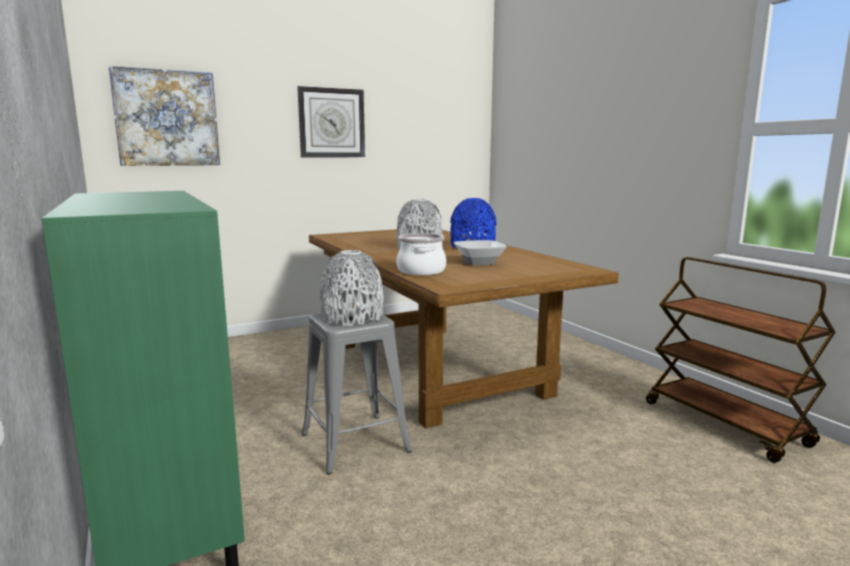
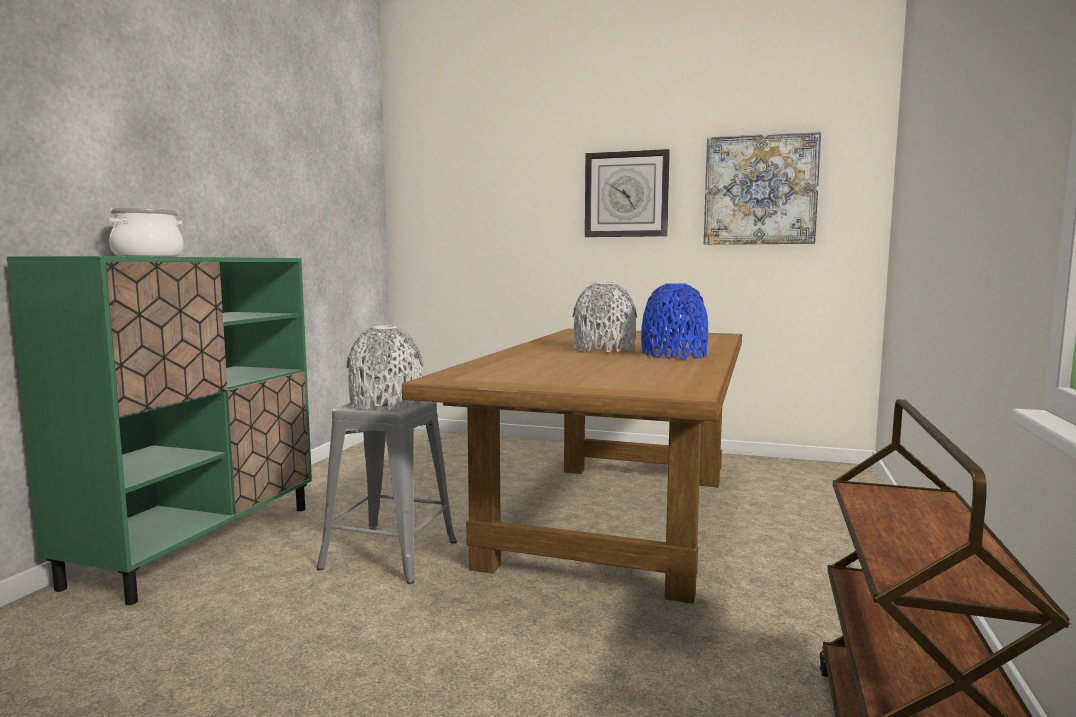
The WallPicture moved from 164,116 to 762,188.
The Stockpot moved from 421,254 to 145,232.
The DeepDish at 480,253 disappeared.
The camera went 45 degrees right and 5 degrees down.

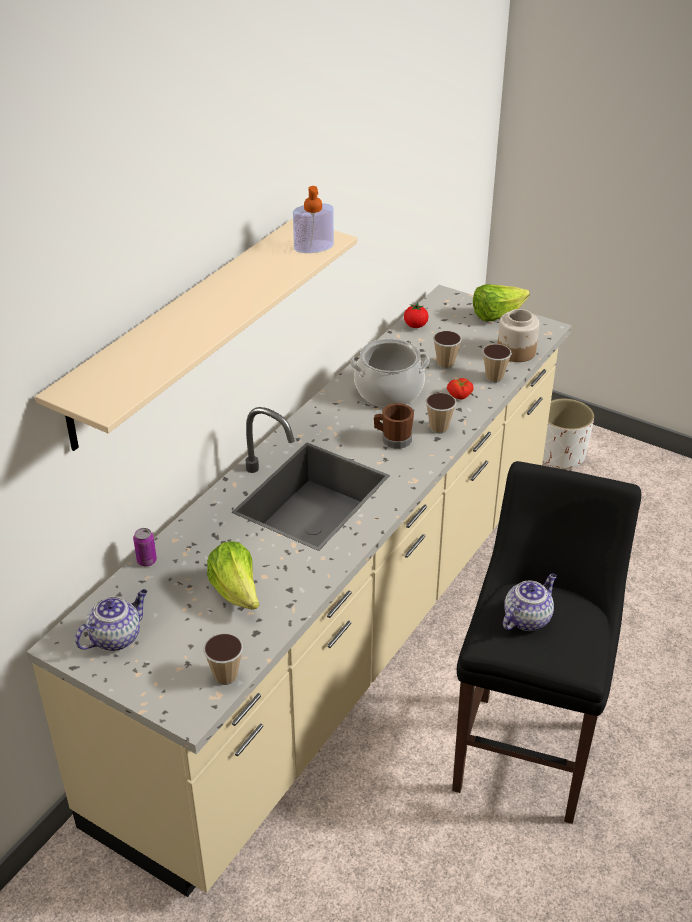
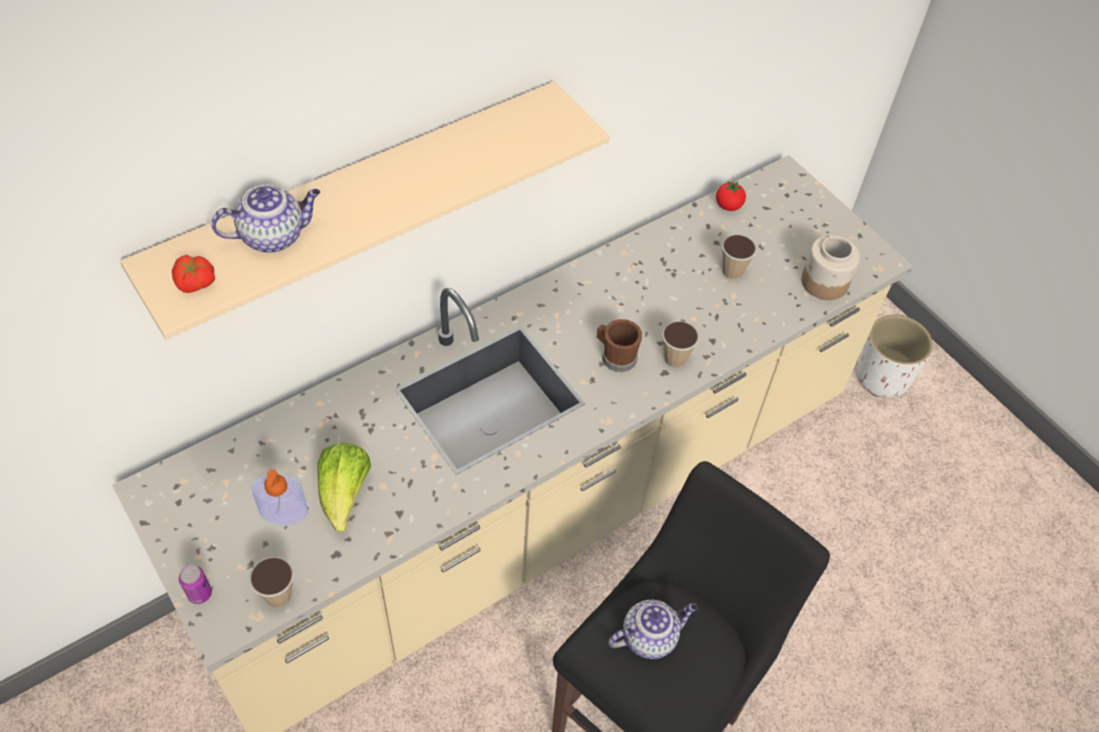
The Teapot moved from 111,620 to 265,218.
The MetalCan moved from 145,547 to 195,584.
The SoapDispenser moved from 313,219 to 280,497.
The Stockpot at 390,373 disappeared.
The Tomato moved from 460,389 to 193,274.
The LettuceHead at 501,302 disappeared.
The Cup at 497,363 disappeared.
The camera went 20 degrees right and 15 degrees up.

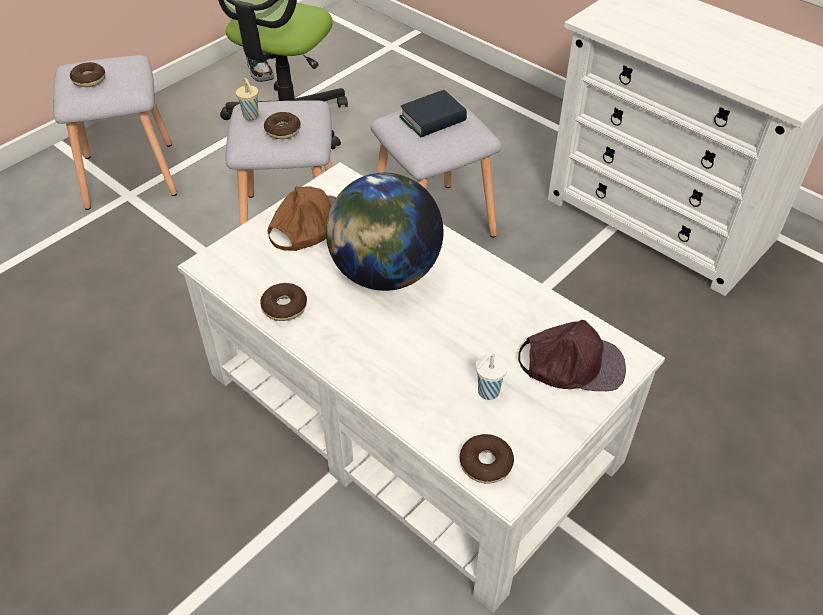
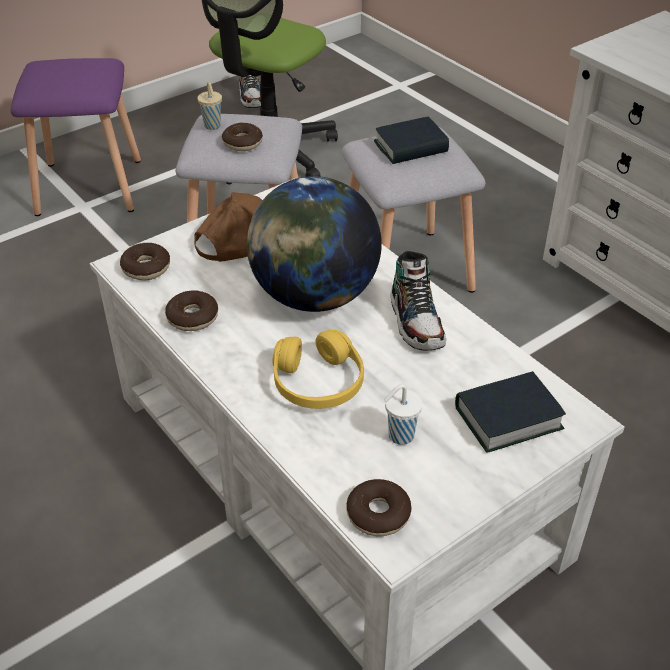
The GraySittingStool at 115,132 became the PurpleSittingStool at 76,137.
The RingDoughnut moved from 87,74 to 145,262.
The BrownBaseballCap at 572,355 was replaced by the Volume at 510,412.
The YellowishHeadset at 318,369 appeared.
The LowShoe at 418,301 appeared.
The camera went 10 degrees right and 5 degrees down.

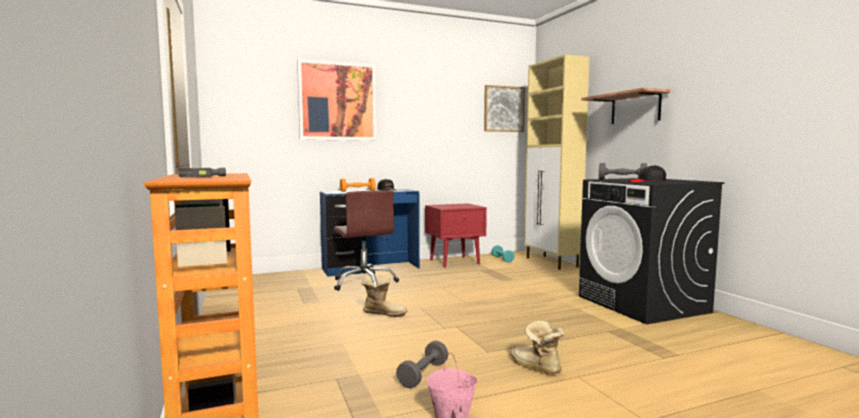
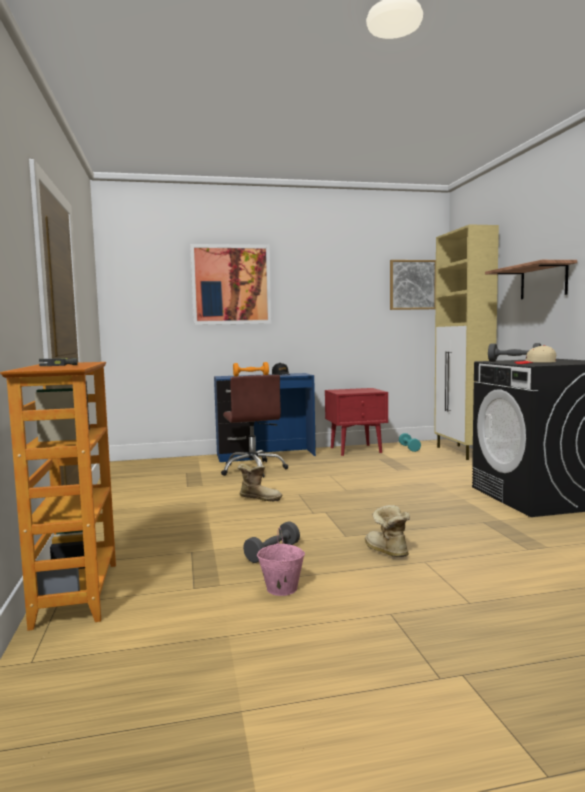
The BlackColouredBaseballCap at 646,173 became the BeigeBaseballCap at 535,354.
The camera went 10 degrees right and 0 degrees up.

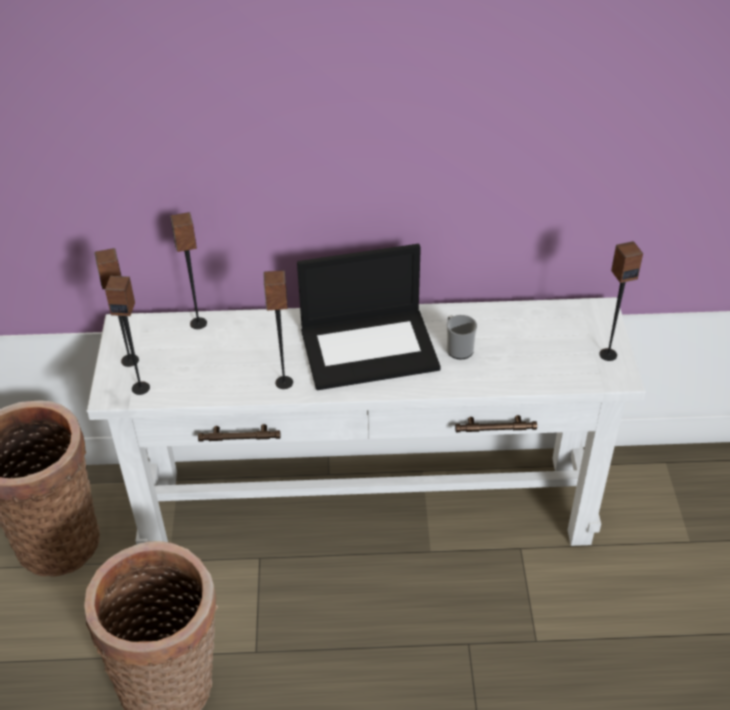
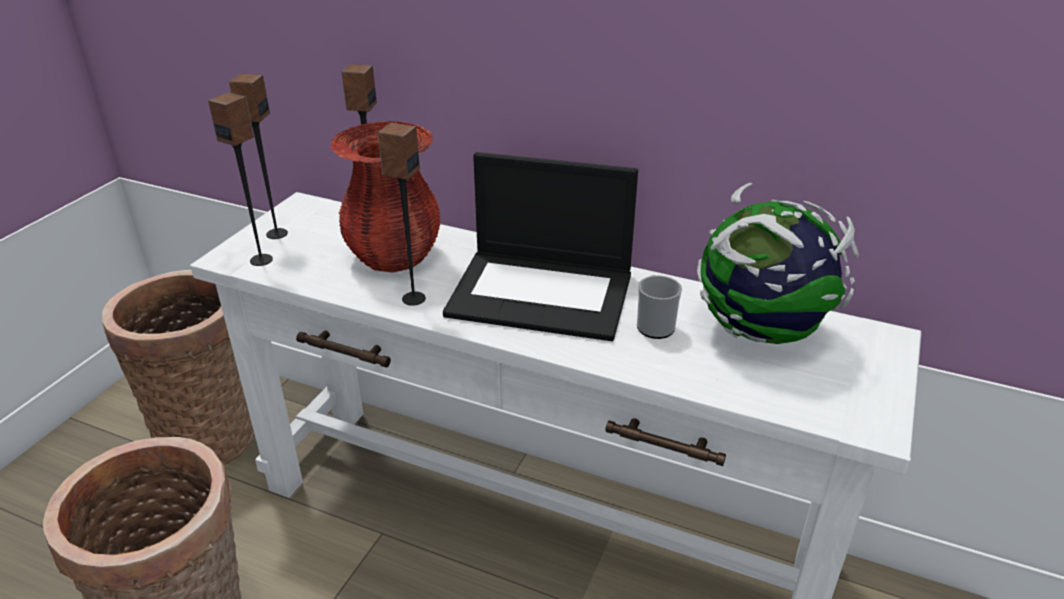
The Speaker at 621,301 disappeared.
The ReddishFlowerVase at 385,197 appeared.
The Globe at 778,263 appeared.
The camera went 25 degrees right and 10 degrees down.

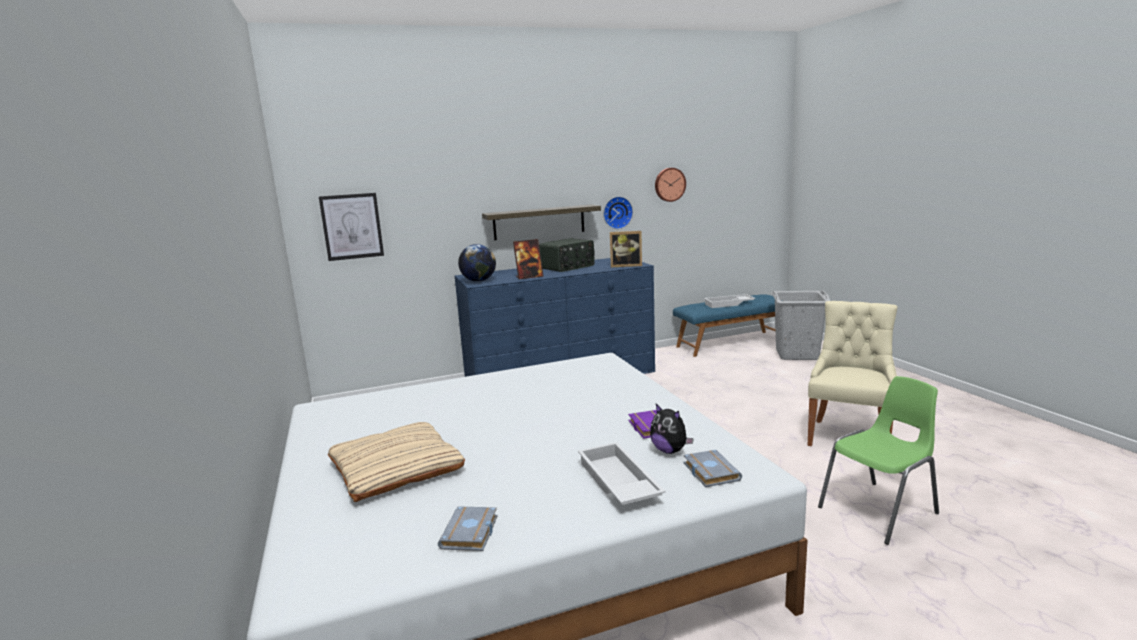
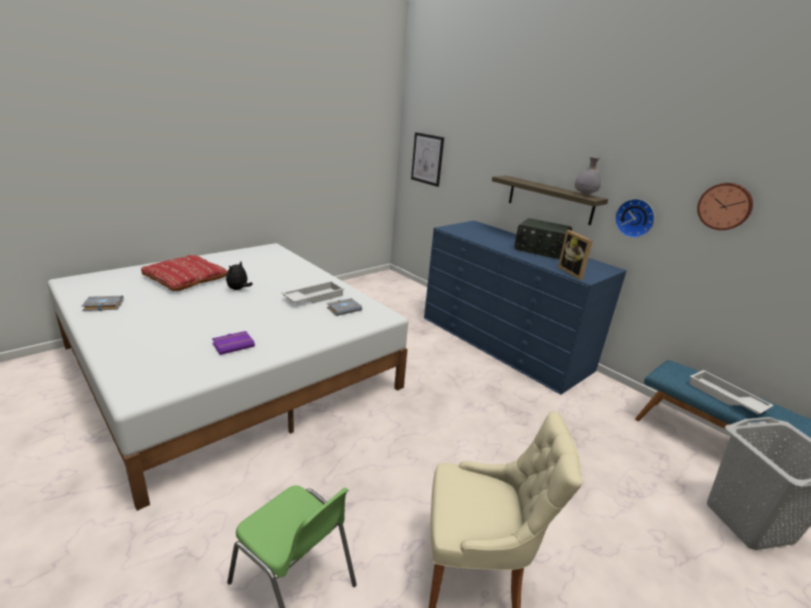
The BeigeThrowPillow at 396,462 became the ReddishThrowPillow at 184,273.
The Globe at 477,263 disappeared.
The PhotoFrame at 528,259 disappeared.
The WhiteColouredServingTray moved from 622,473 to 313,292.
The SoftToy moved from 672,429 to 239,276.
The GrayVolume moved from 712,468 to 344,307.
The GrayFlowerVase at 587,176 appeared.
The camera went 65 degrees right and 10 degrees up.

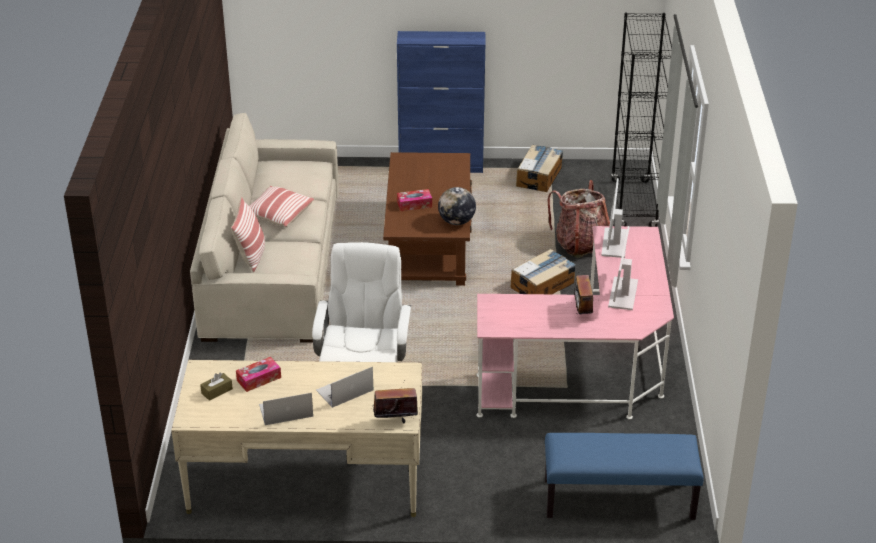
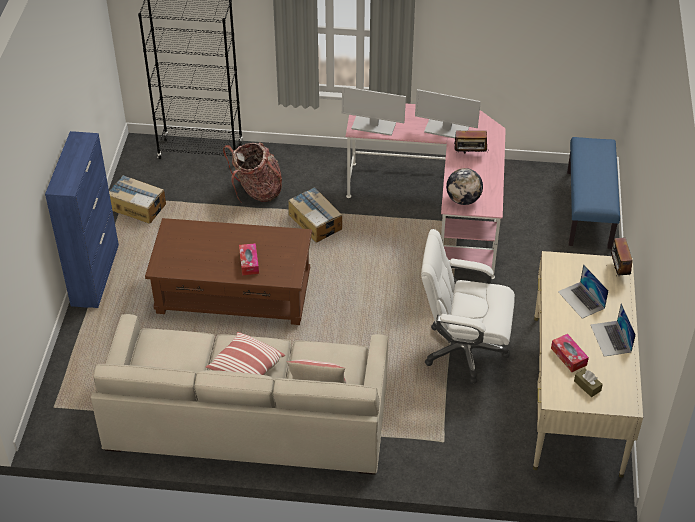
The Globe moved from 457,206 to 464,186.
The camera went 85 degrees left and 10 degrees up.

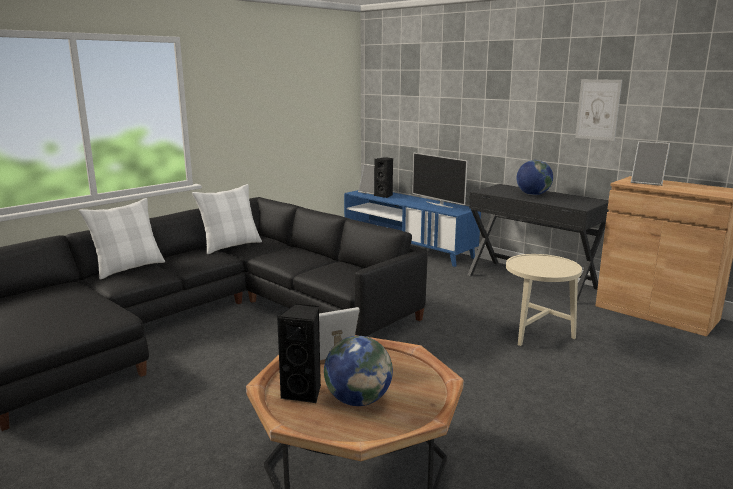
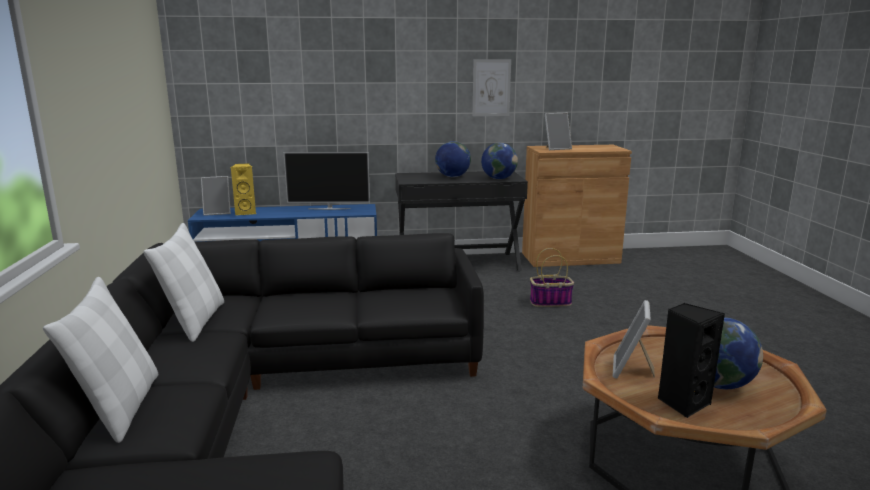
The BlackColouredSpeaker at 383,177 became the YellowishSpeaker at 243,189.
The BeigeEndTable at 544,300 was replaced by the StorageBasket at 552,277.
The Globe at 499,161 appeared.
The camera went 50 degrees left and 0 degrees up.

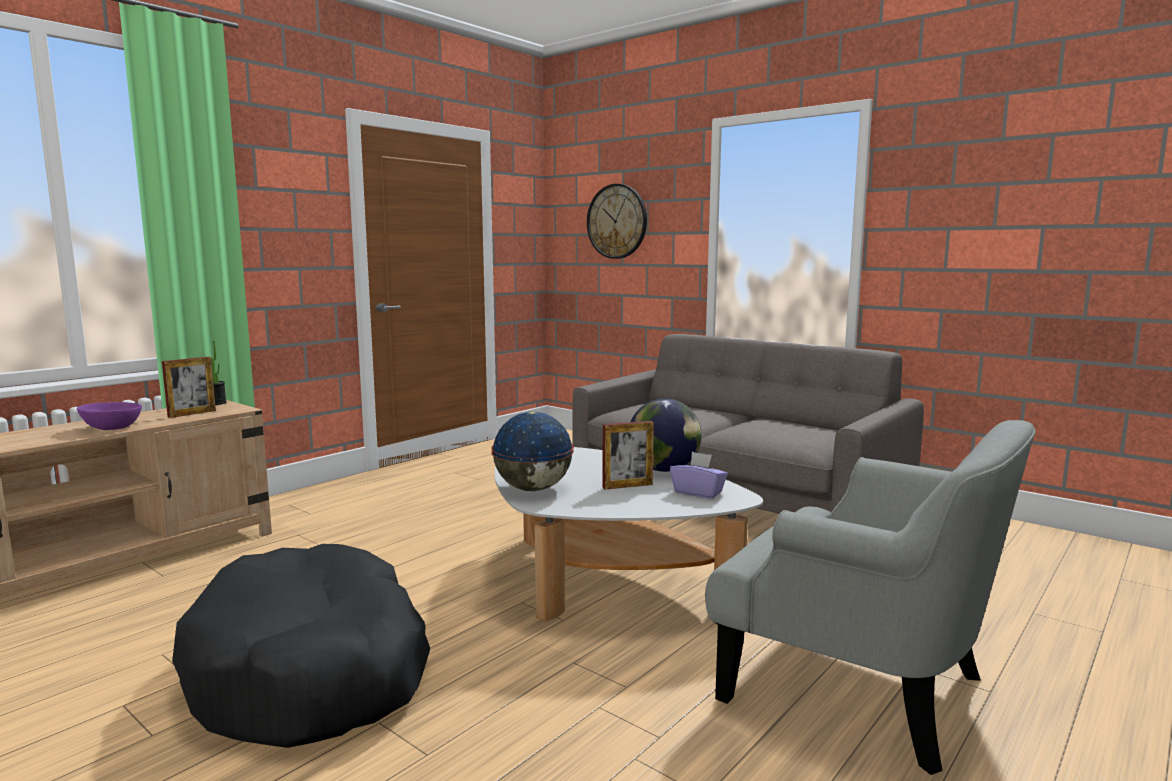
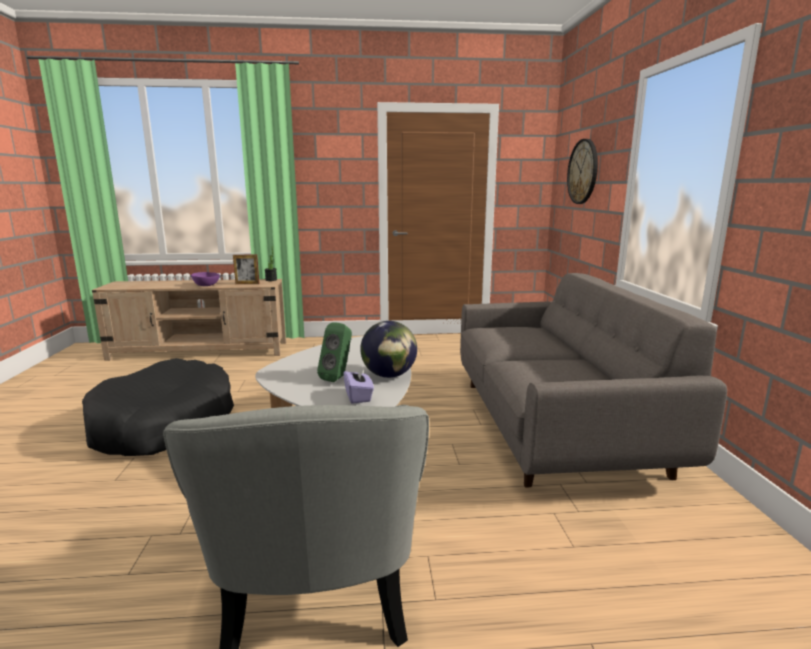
The Globe at 532,451 disappeared.
The PhotoFrame at 628,455 was replaced by the GreenColouredSpeaker at 334,352.
The camera went 45 degrees right and 5 degrees up.

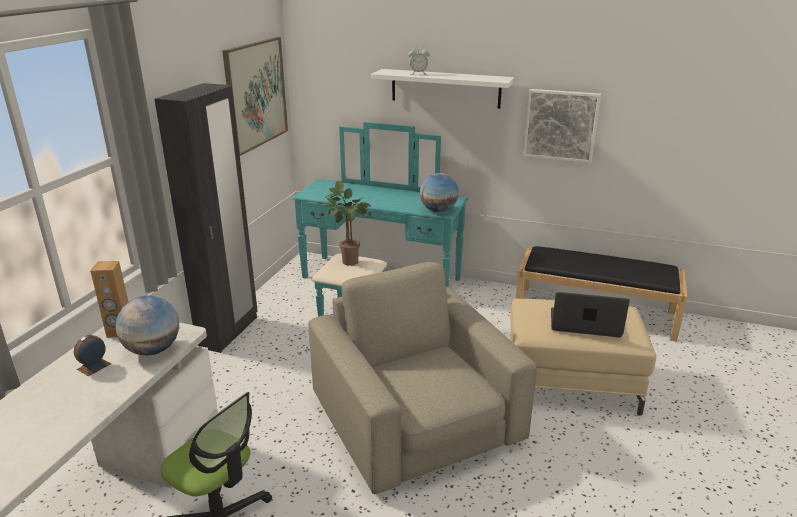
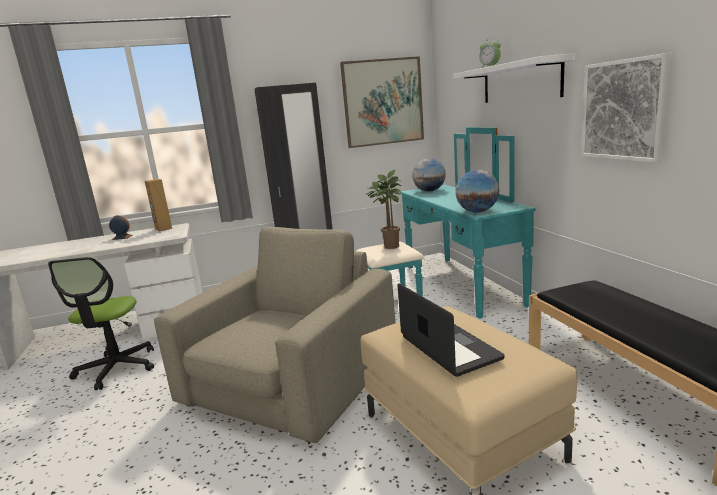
The Globe moved from 147,325 to 429,175.
The camera went 55 degrees right and 10 degrees down.

